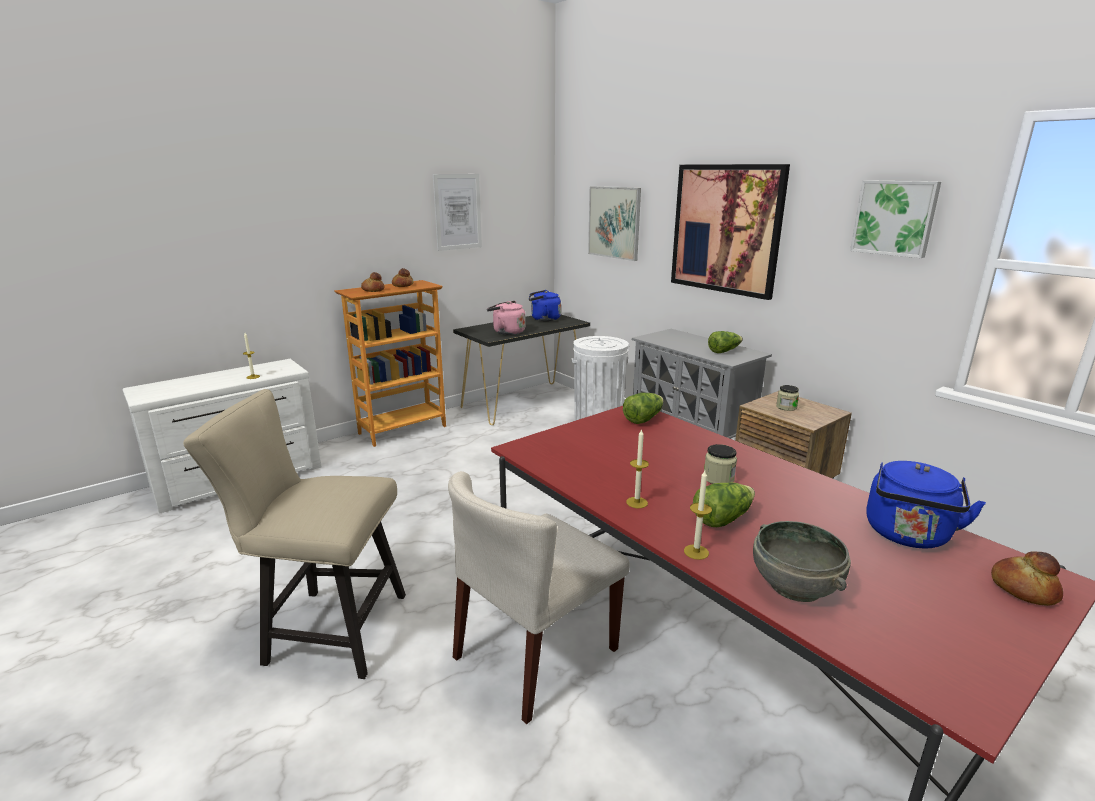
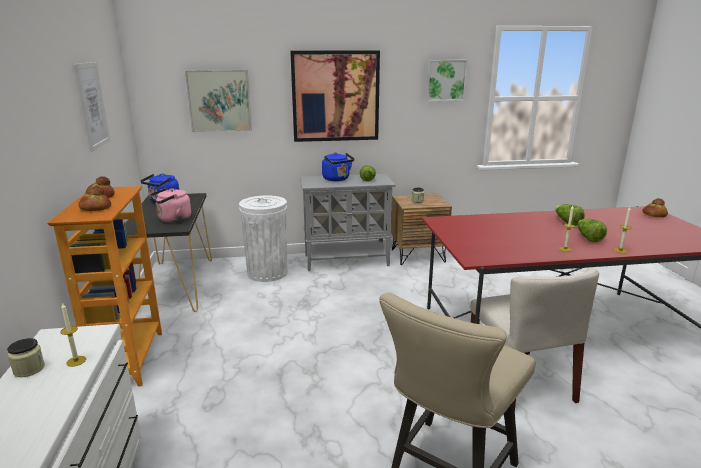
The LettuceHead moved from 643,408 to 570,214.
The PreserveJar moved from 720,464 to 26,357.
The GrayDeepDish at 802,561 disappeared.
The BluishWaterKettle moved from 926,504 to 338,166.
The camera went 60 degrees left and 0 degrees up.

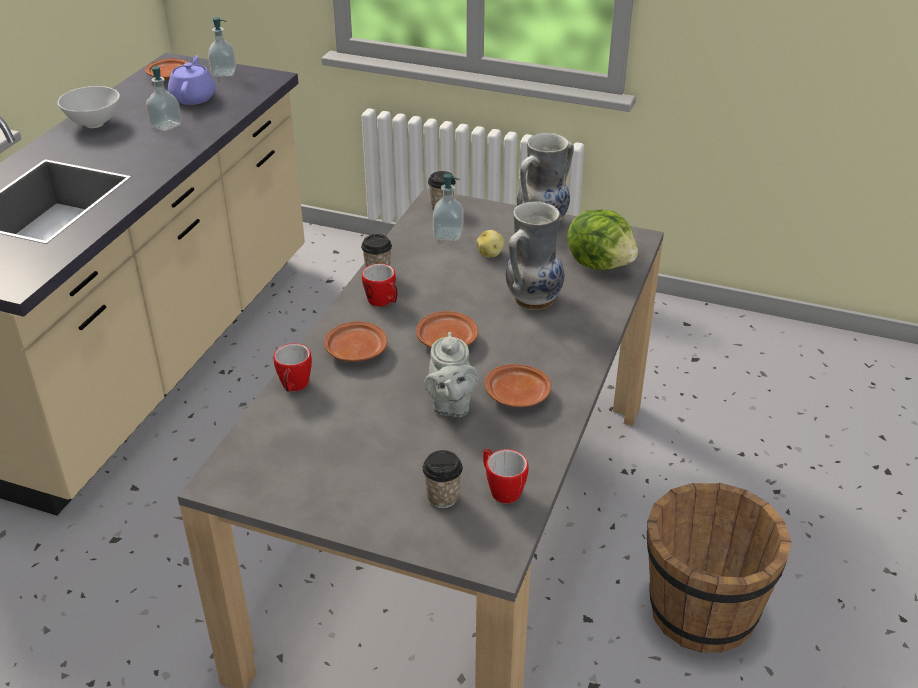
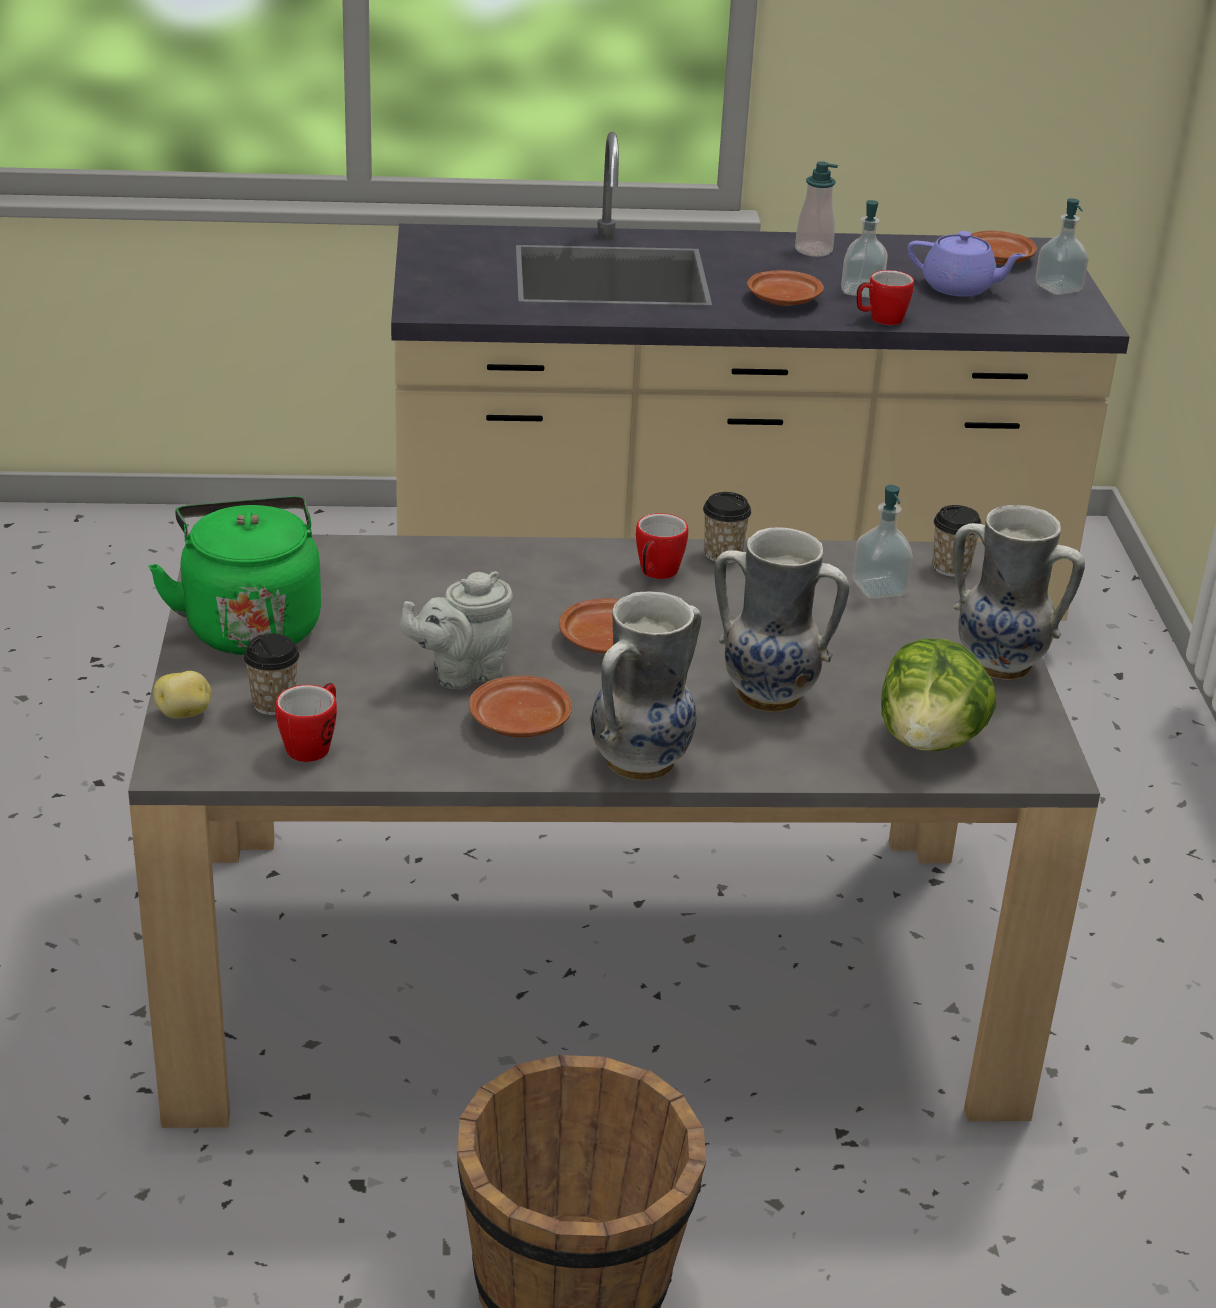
The WhiteColouredDeepDish at 89,107 was replaced by the SoapDispenser at 816,209.
The PurpleTeapot at 192,80 turned 45 degrees clockwise.
The TeaMug moved from 292,367 to 885,297.
The BrownFlatDish moved from 355,341 to 785,288.
The WholePotato moved from 490,244 to 182,695.
The GreenColouredWaterKettle at 235,575 appeared.
The FlowerVase at 646,686 appeared.
The camera went 65 degrees right and 5 degrees down.

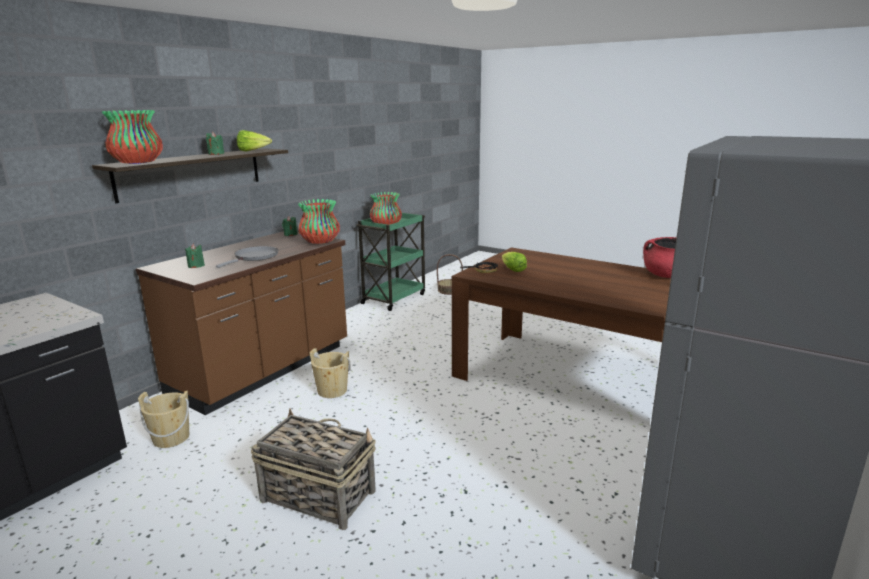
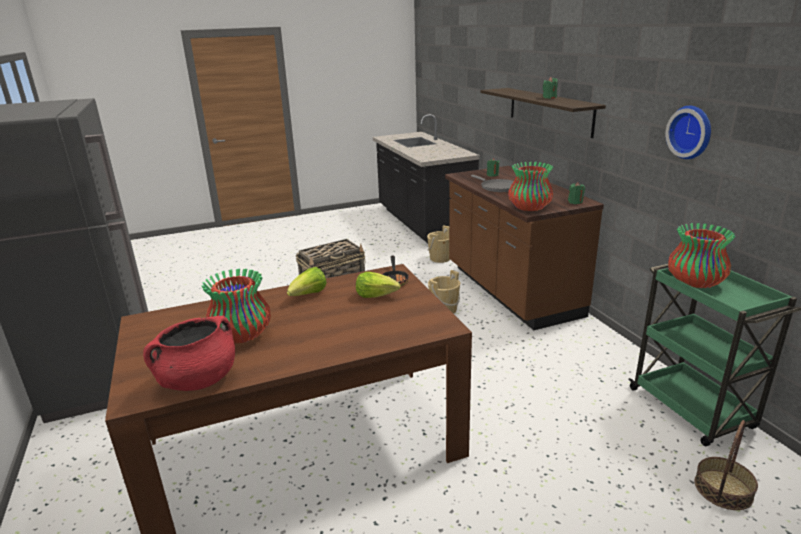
The FlowerVase moved from 132,137 to 236,306.
The LettuceHead moved from 254,141 to 307,281.
The WallClock at 688,132 appeared.
The camera went 125 degrees right and 5 degrees up.

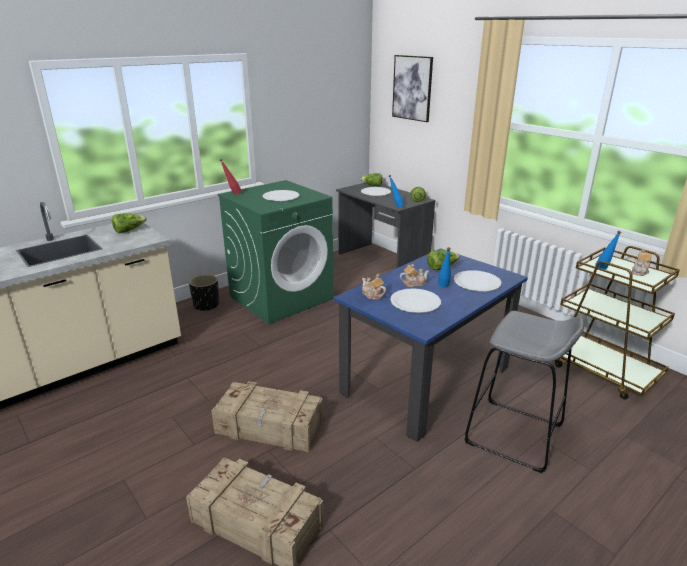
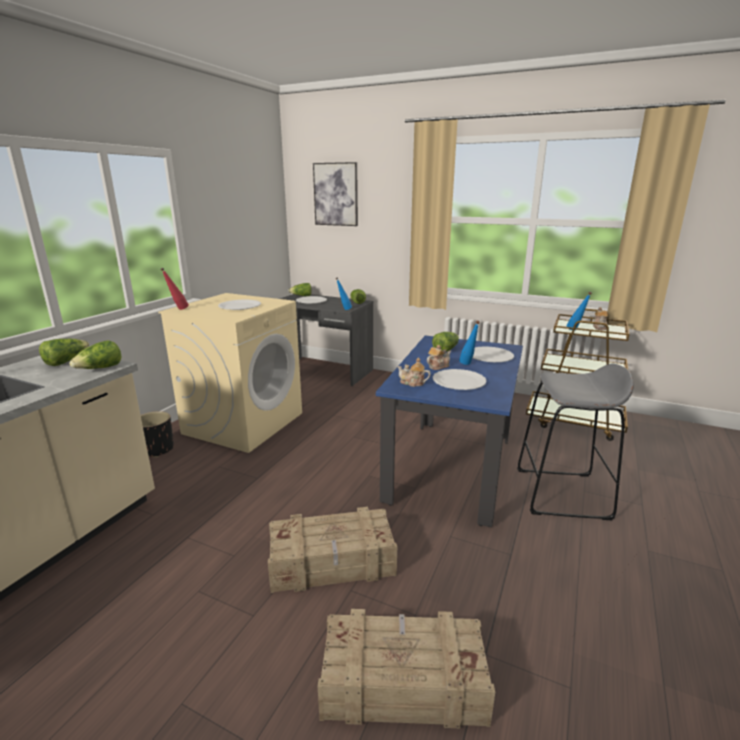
The GreenColouredLaundryAppliance at 275,252 became the BeigeLaundryAppliance at 230,373.
The LettuceHead at 95,354 appeared.
The camera went 25 degrees left and 5 degrees down.

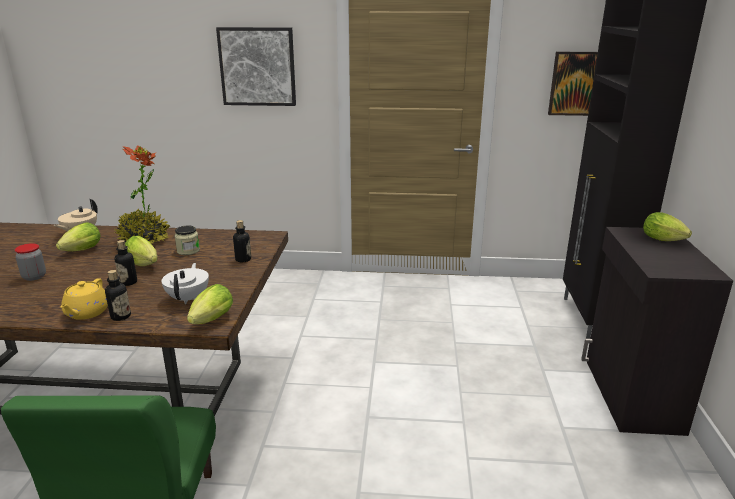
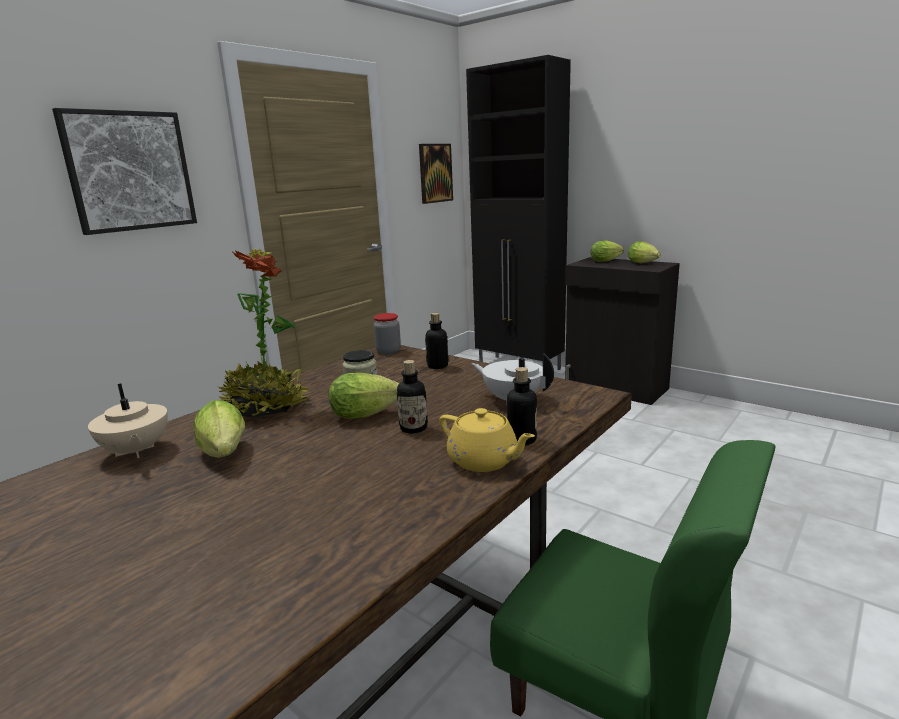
The PreserveJar moved from 30,262 to 387,333.
The LettuceHead moved from 210,304 to 644,252.
The camera went 55 degrees left and 5 degrees down.

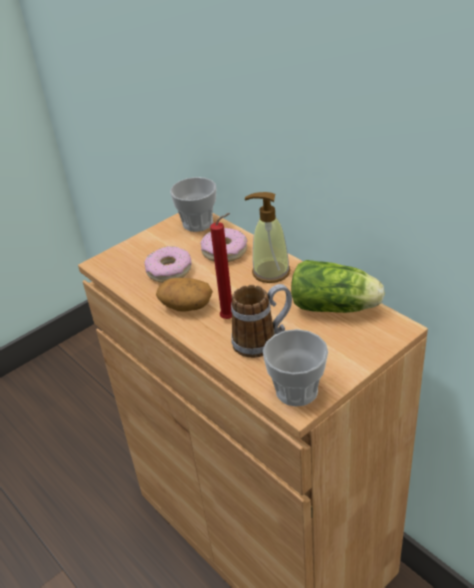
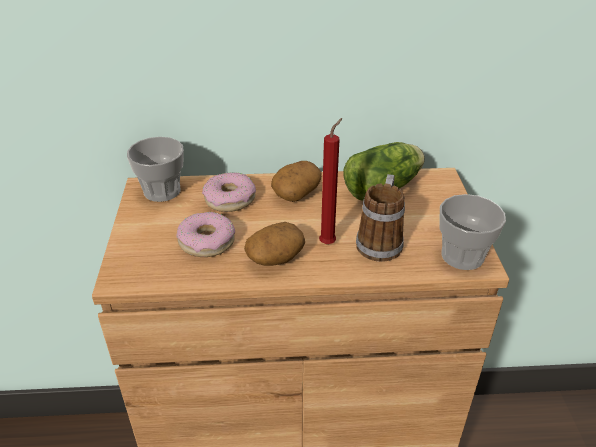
The SoapDispenser at 267,237 was replaced by the WholePotato at 296,181.
The camera went 55 degrees left and 0 degrees up.

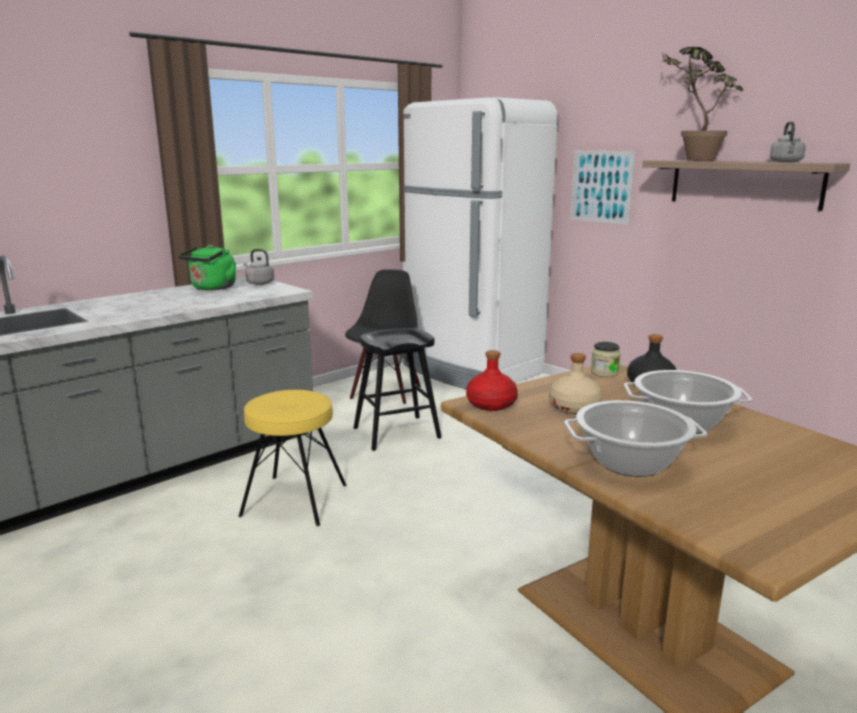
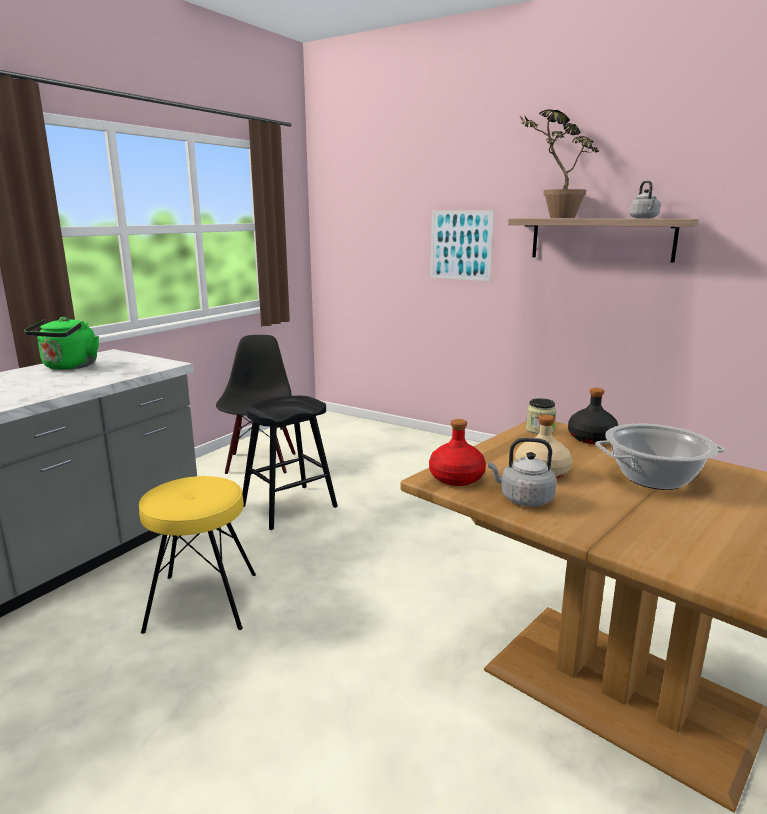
The GrayWaterKettle moved from 258,267 to 522,472.
The WhiteColouredRefrigerator at 480,243 disappeared.
The Stockpot at 635,438 disappeared.
The camera went 15 degrees left and 0 degrees up.

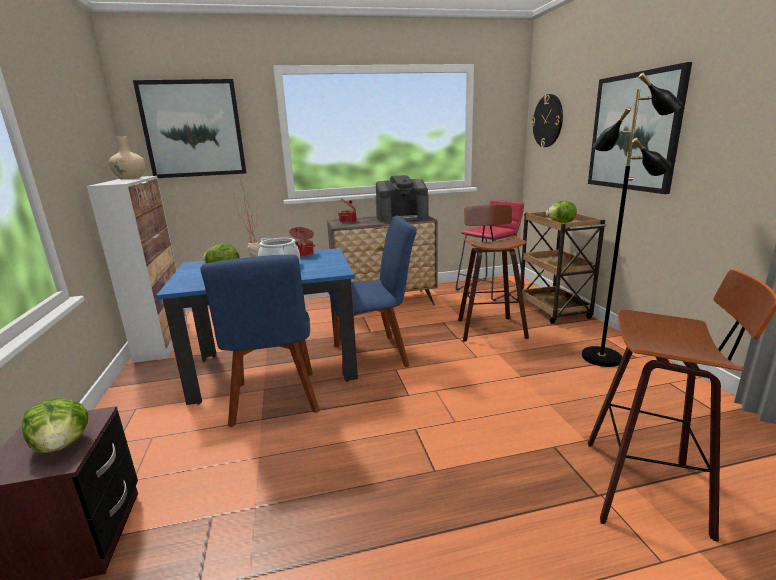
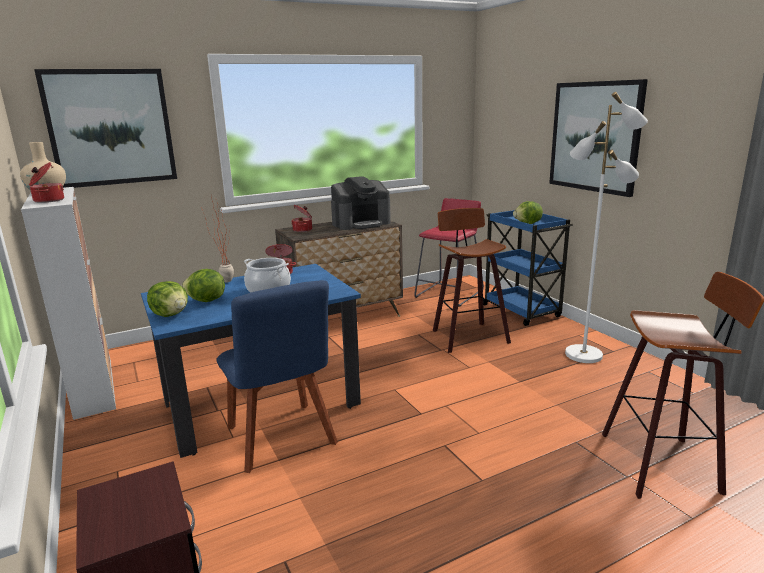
The LettuceHead moved from 55,425 to 167,299.
The BluishPlainChair at 372,296 disappeared.
The BrownWheeledCart at 562,268 became the BluishWheeledCart at 528,268.
The WallClock at 547,120 disappeared.
The BlackColouredStandingLamp at 632,219 became the WhiteColouredStandingLamp at 606,227.
The Stockpot at 46,182 appeared.
The camera went 15 degrees left and 0 degrees up.

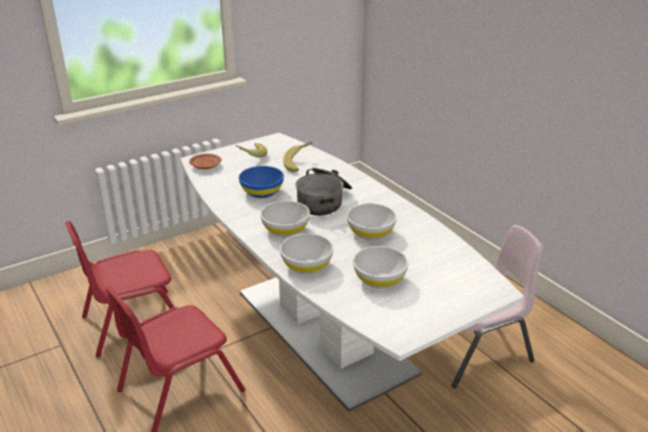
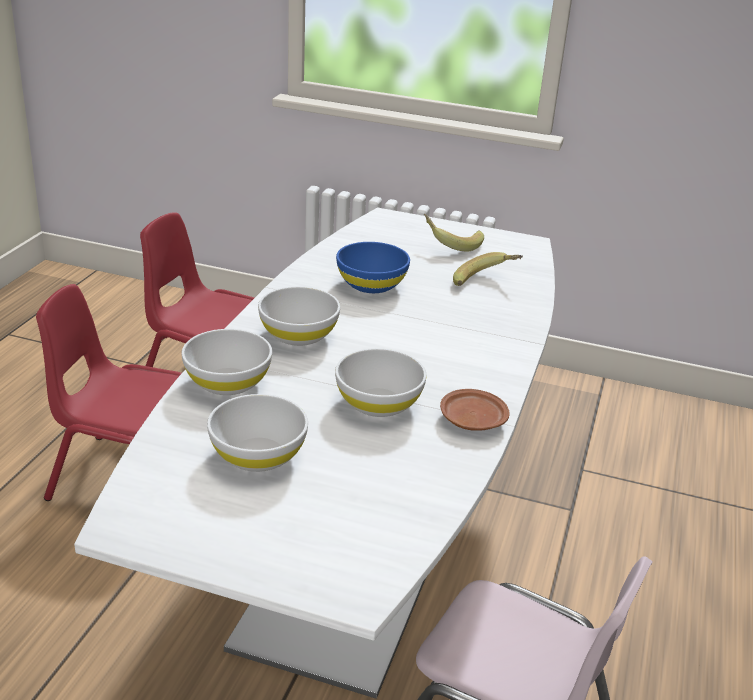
The BrownFlatDish moved from 205,161 to 475,410.
The Stockpot at 323,192 disappeared.
The camera went 50 degrees right and 0 degrees up.

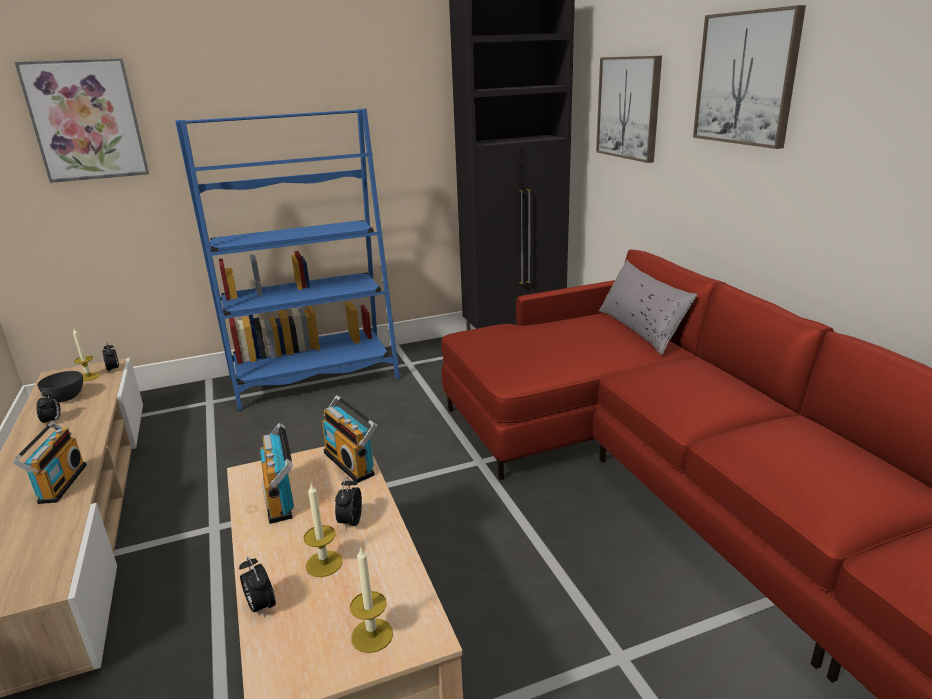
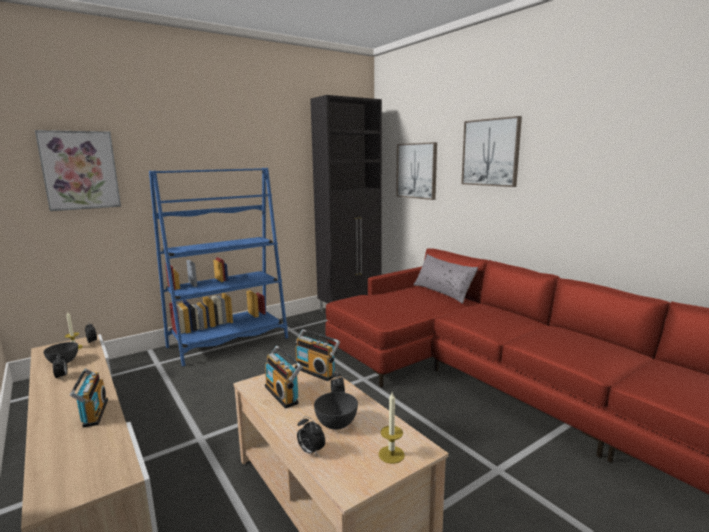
The Candle at 323,530 was replaced by the GrayDeepDish at 336,411.
The camera went 15 degrees left and 10 degrees down.

